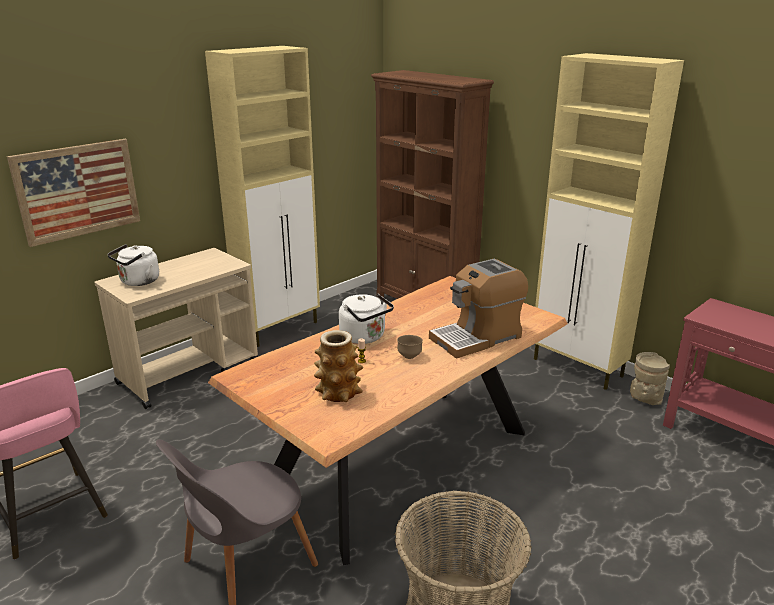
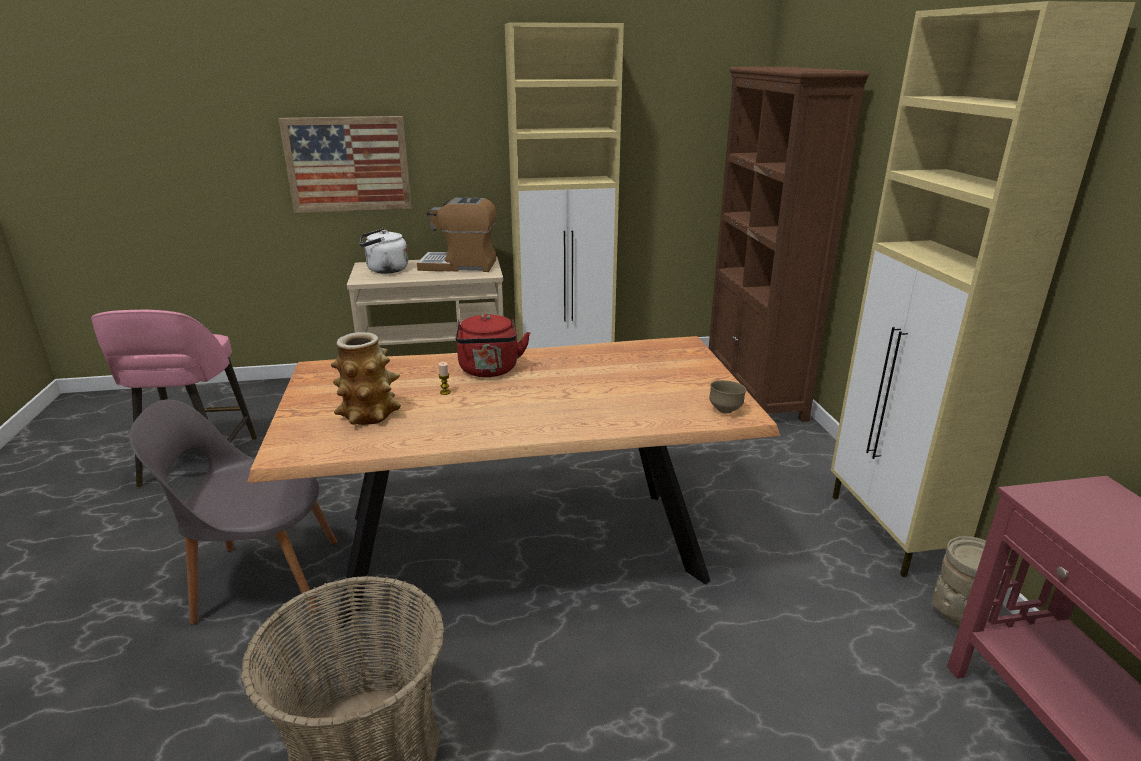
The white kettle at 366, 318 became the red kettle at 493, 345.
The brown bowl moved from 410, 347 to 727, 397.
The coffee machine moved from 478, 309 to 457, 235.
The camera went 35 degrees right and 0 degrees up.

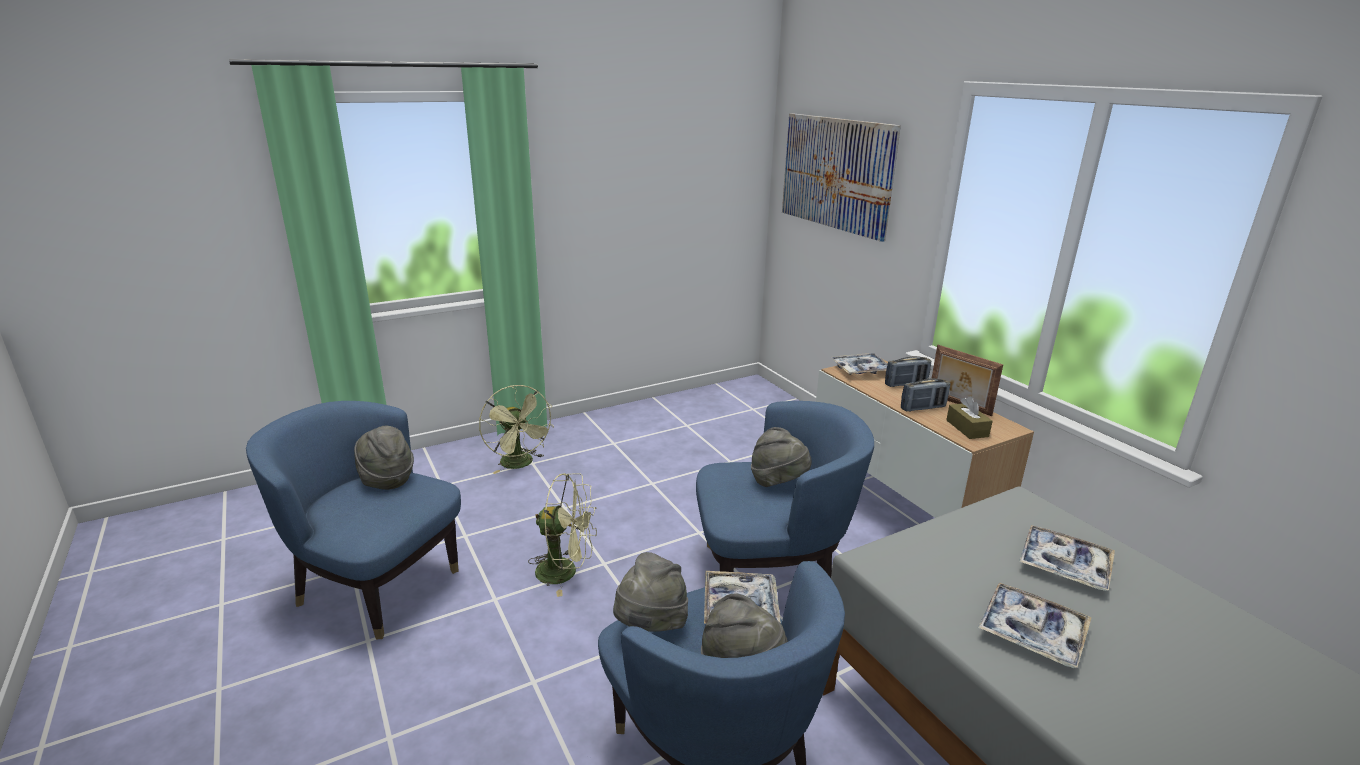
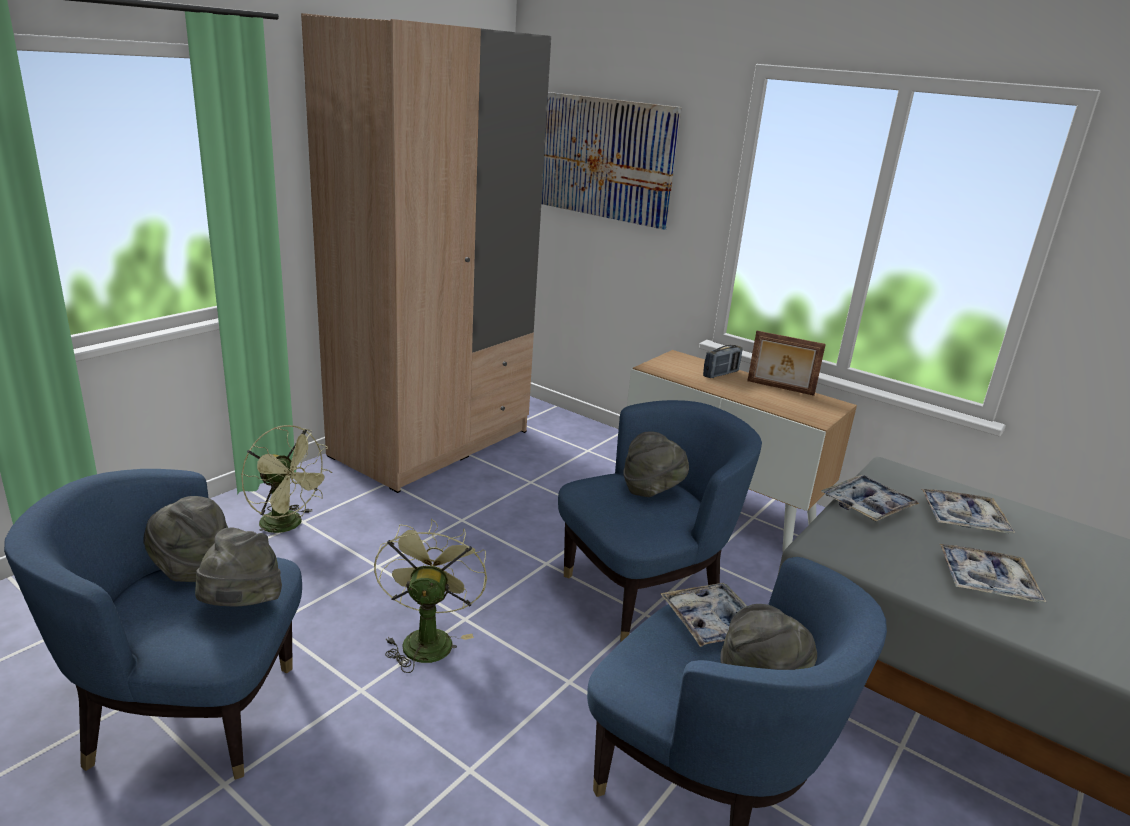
The green fan at 562, 535 turned 75 degrees counterclockwise.
The grey hat moved from 650, 592 to 238, 567.
The tray moved from 859, 364 to 870, 498.
The radio at 925, 395 disappeared.
The brown tissue box at 970, 417 disappeared.
The beige wardrobe at 426, 253 appeared.
The camera went 25 degrees left and 0 degrees up.

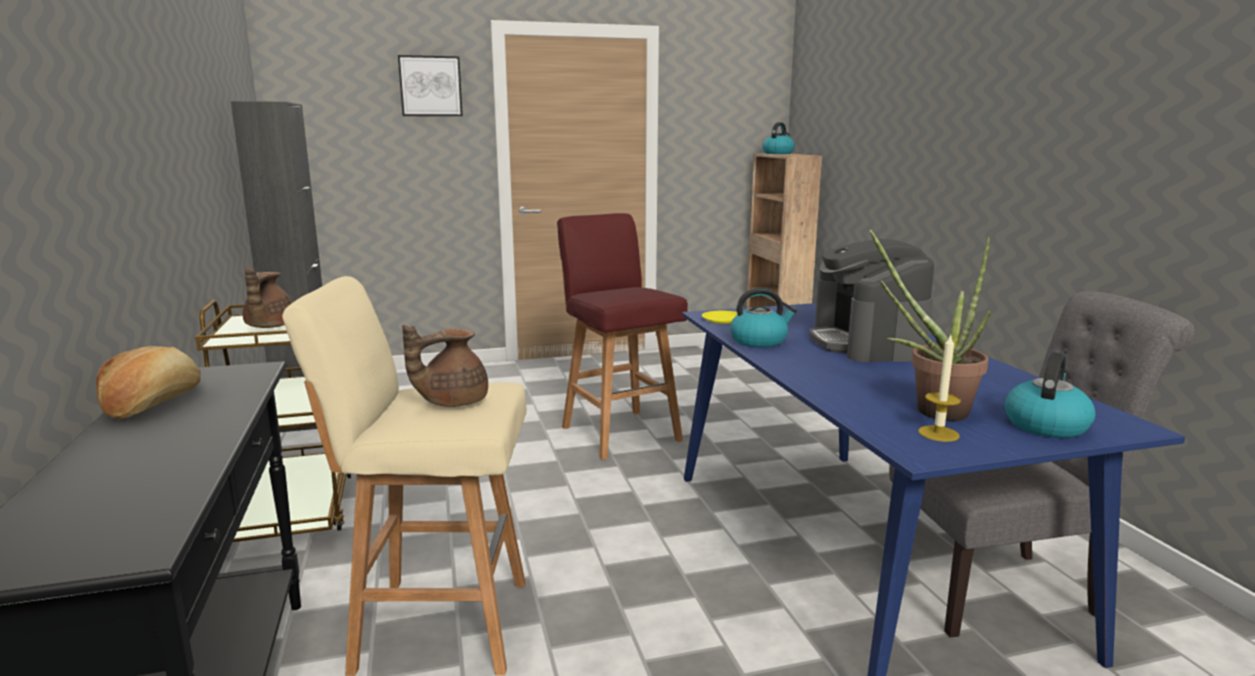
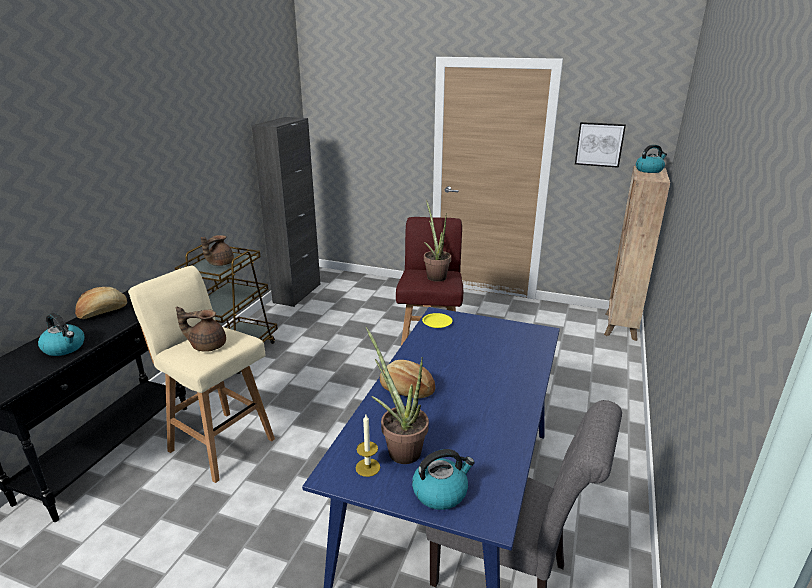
The picture moved from 430, 85 to 600, 145.
The kettle moved from 763, 318 to 61, 334.
The coffee machine at 871, 300 disappeared.
The bread at 407, 379 appeared.
The potted plant at 437, 241 appeared.
The camera went 35 degrees right and 10 degrees up.

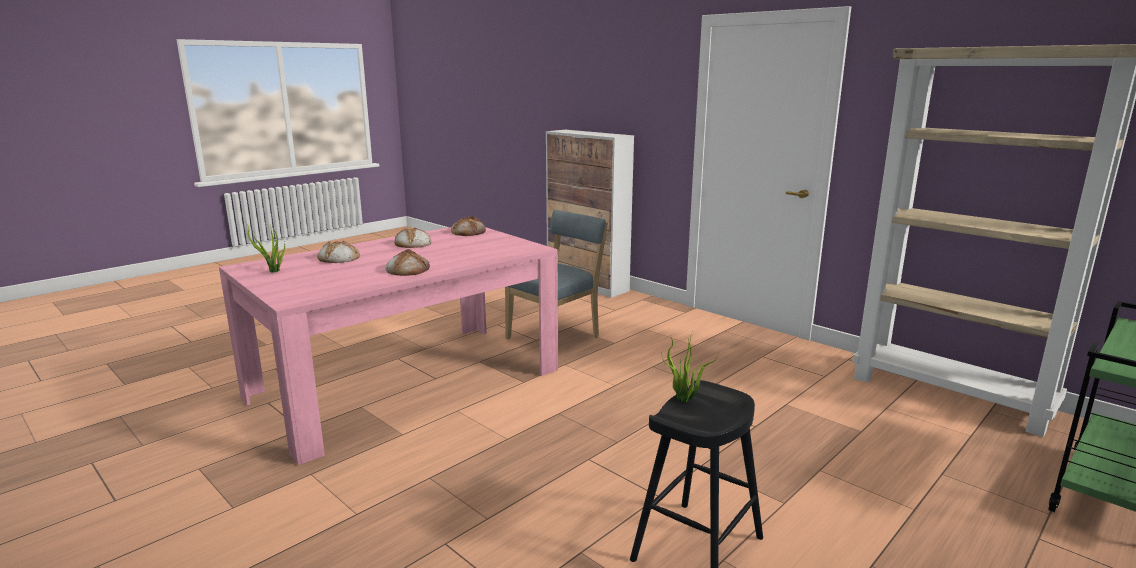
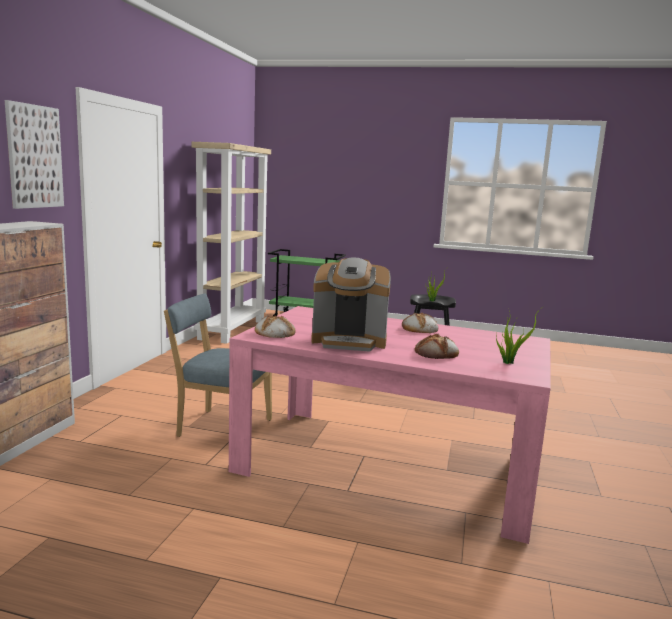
The bread at 413, 237 was replaced by the coffee machine at 351, 304.
The picture at 34, 154 appeared.
The camera went 120 degrees left and 5 degrees down.

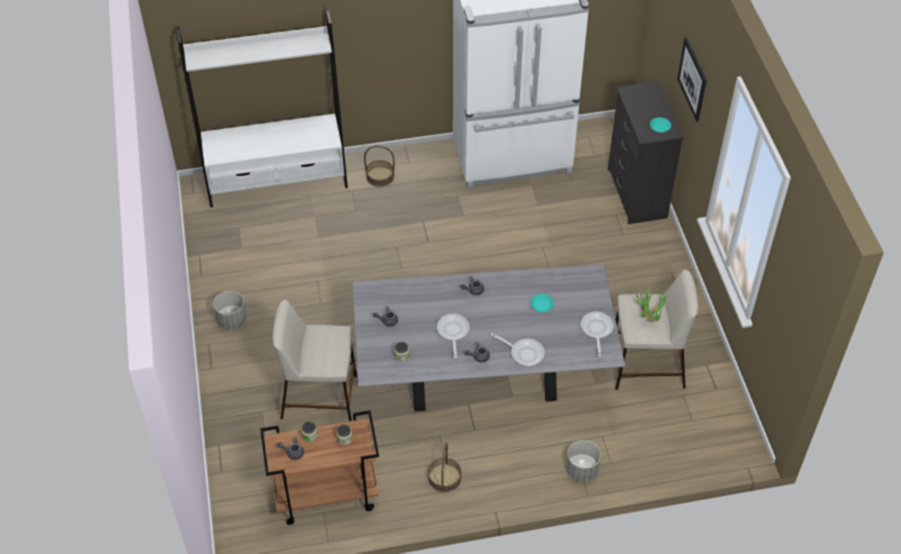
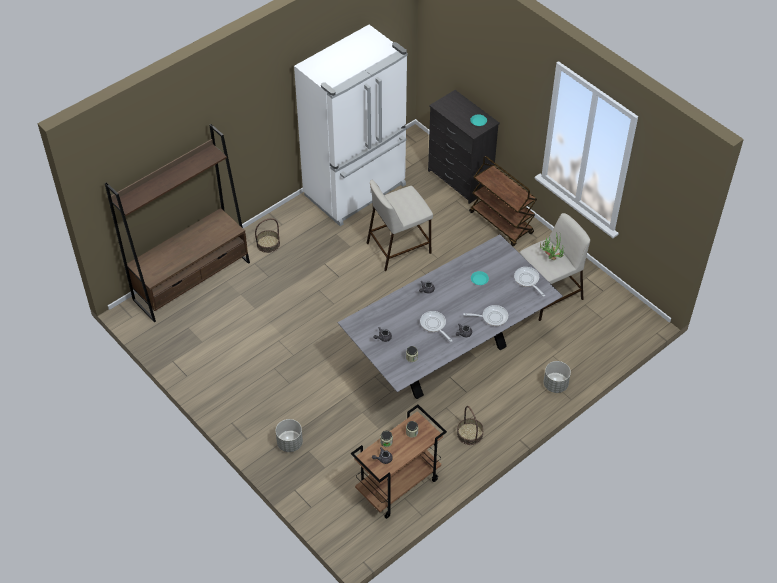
The white bookcase at 262, 108 became the brown bookcase at 177, 223.
The grey planter moved from 230, 310 to 289, 435.
The beige stool moved from 314, 360 to 399, 225.
The picture at 692, 79 disappeared.
The brown cart at 503, 201 appeared.
The camera went 30 degrees left and 0 degrees up.

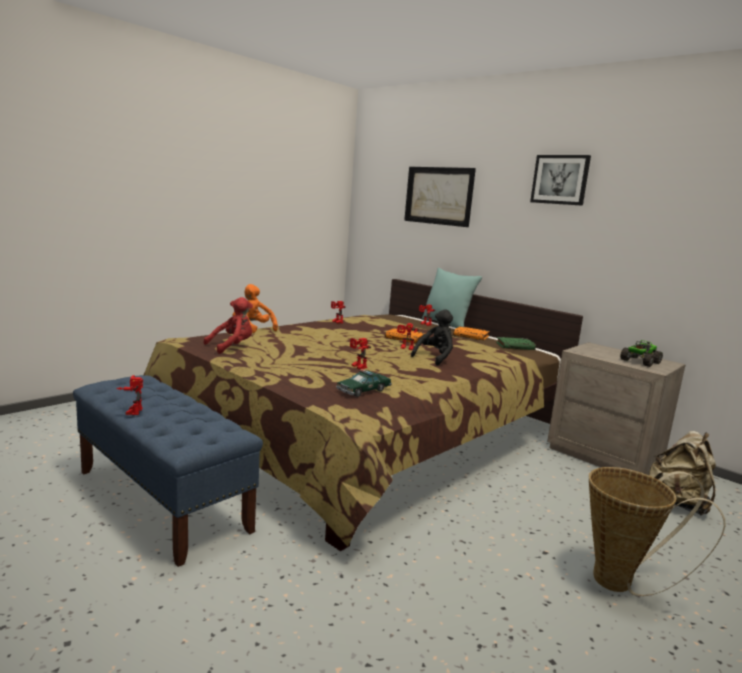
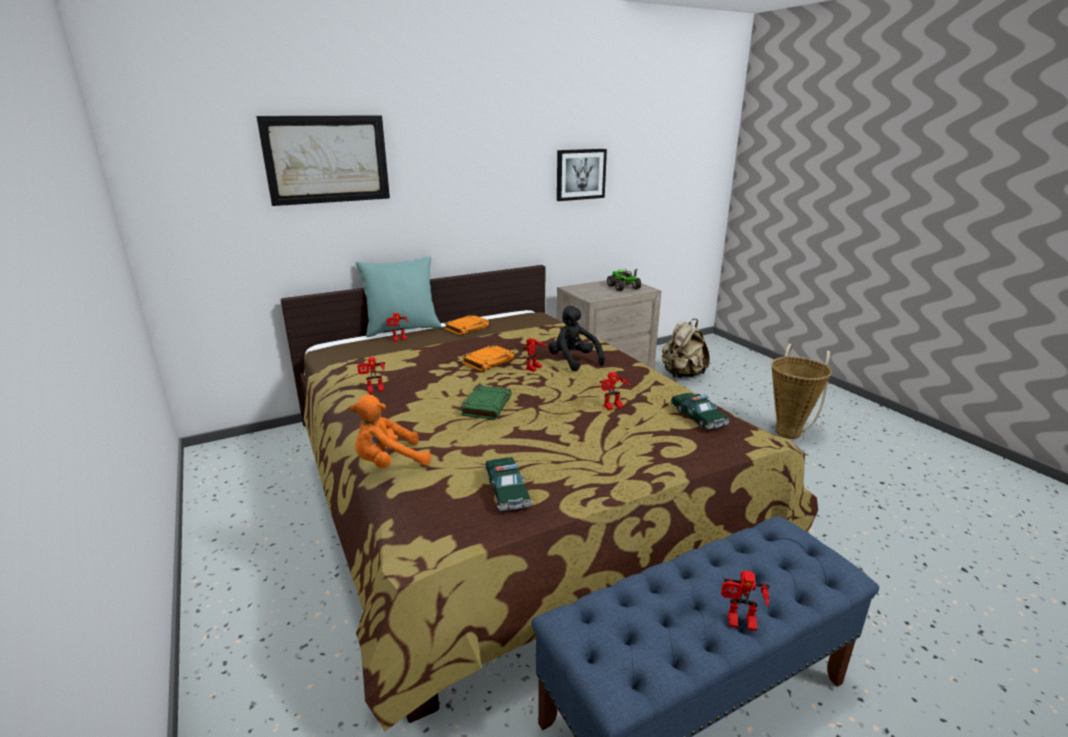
The red plush toy at 228, 325 was replaced by the toy car at 508, 484.
The green book moved from 516, 343 to 486, 402.
The picture moved from 560, 180 to 582, 175.
The camera went 70 degrees left and 10 degrees up.

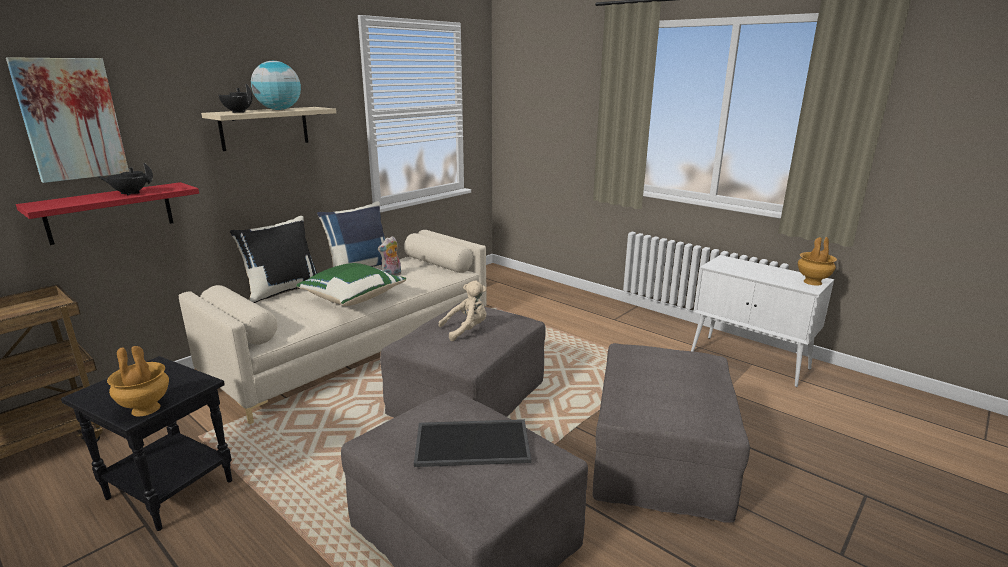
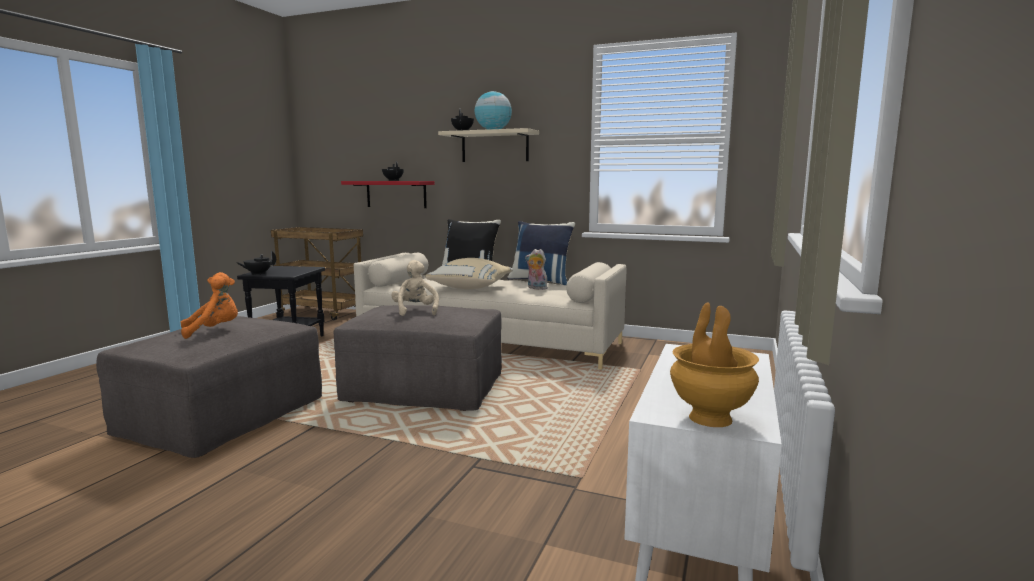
The picture at 67, 120 disappeared.
The brown vase at 138, 381 was replaced by the black teapot at 256, 263.
The green pillow at 351, 284 became the beige pillow at 469, 273.
The tray at 472, 443 was replaced by the orange plush toy at 209, 305.
The beige plush toy at 462, 311 turned 150 degrees counterclockwise.
The grey ottoman at 671, 433 disappeared.
The camera went 70 degrees right and 10 degrees down.

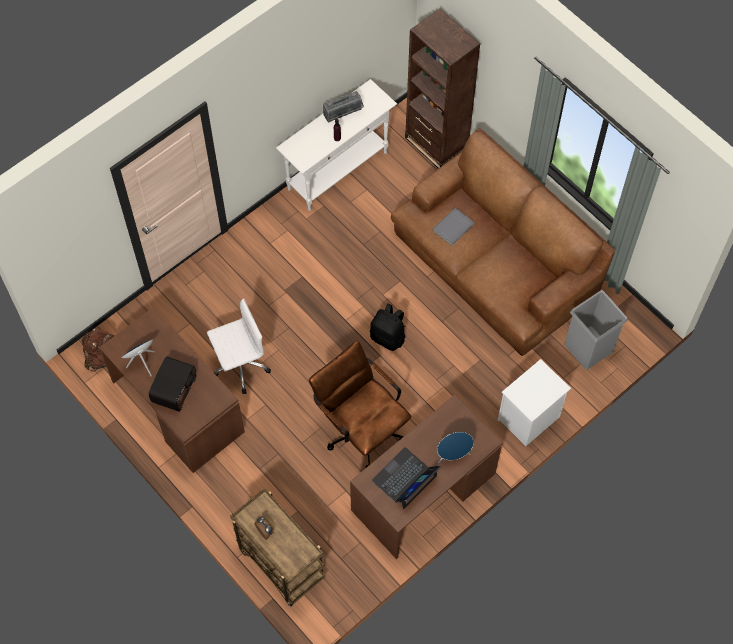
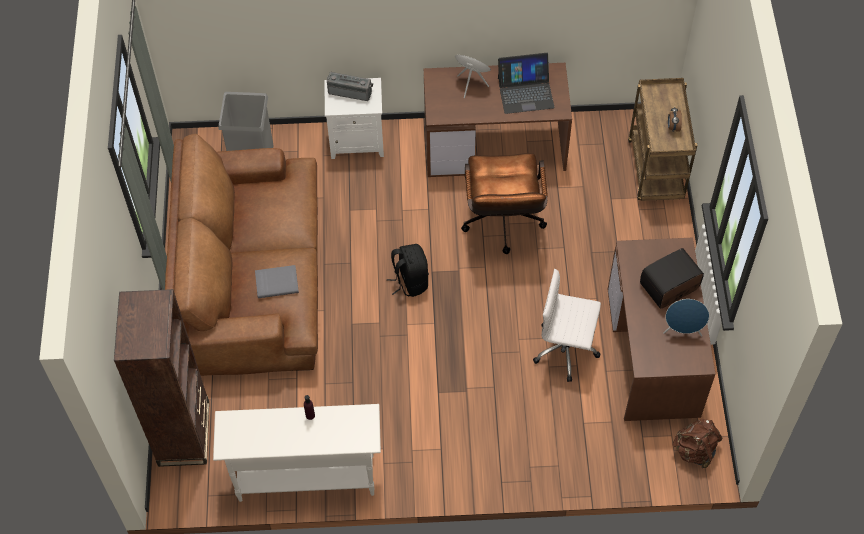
The radio moved from 343, 106 to 350, 86.
The camera went 140 degrees left and 5 degrees down.

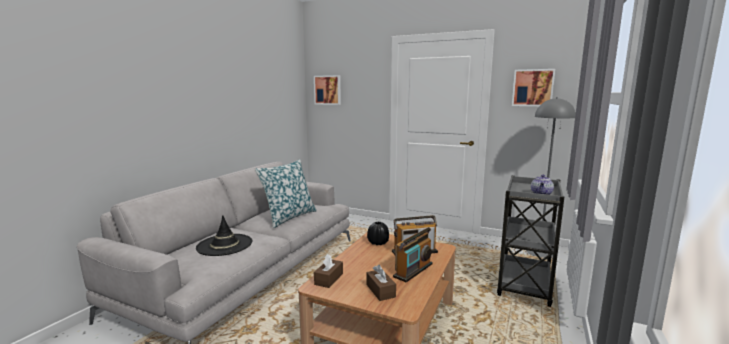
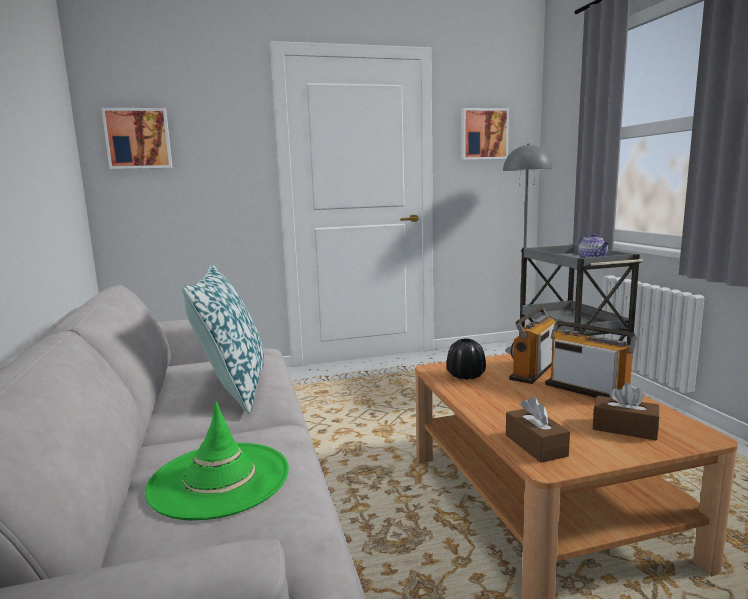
The black hat at 224, 235 became the green hat at 217, 461.
The radio at 413, 254 turned 45 degrees counterclockwise.
The camera went 40 degrees left and 0 degrees up.

